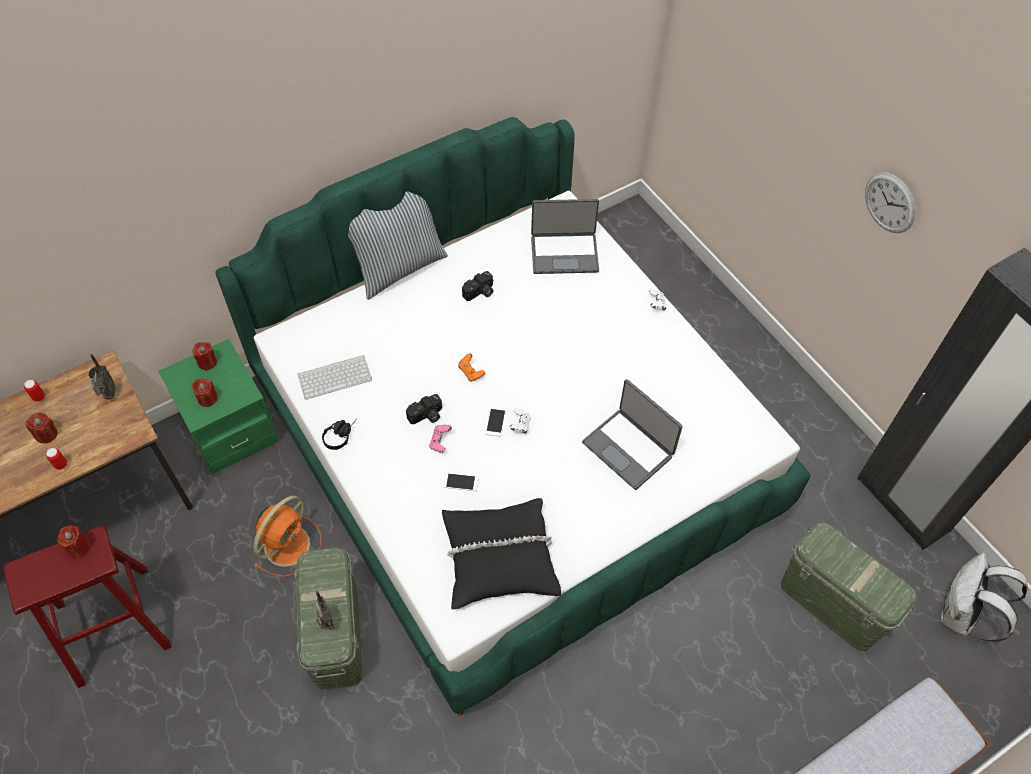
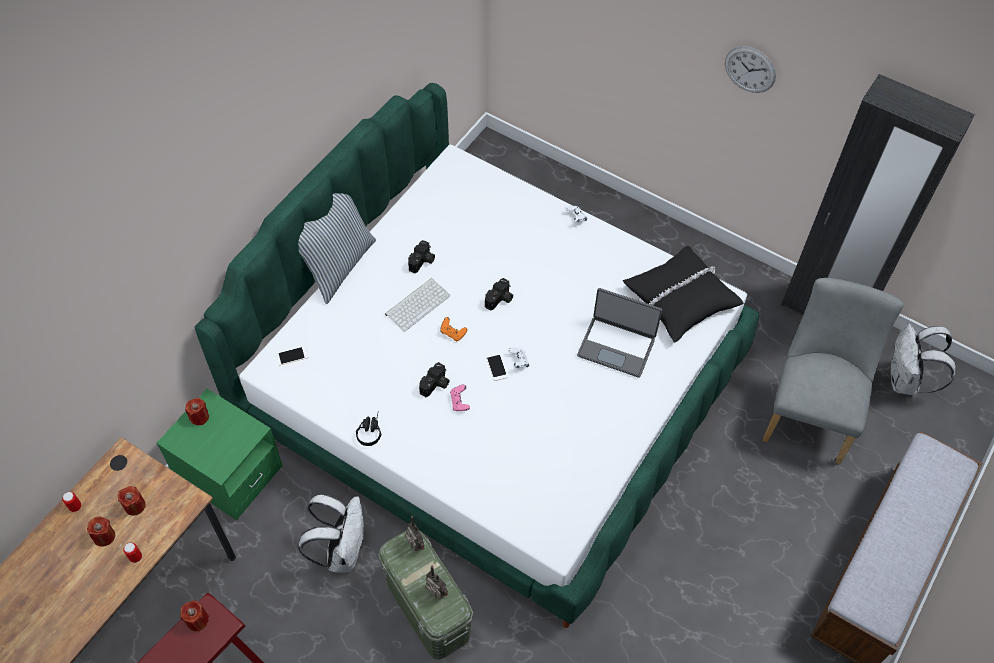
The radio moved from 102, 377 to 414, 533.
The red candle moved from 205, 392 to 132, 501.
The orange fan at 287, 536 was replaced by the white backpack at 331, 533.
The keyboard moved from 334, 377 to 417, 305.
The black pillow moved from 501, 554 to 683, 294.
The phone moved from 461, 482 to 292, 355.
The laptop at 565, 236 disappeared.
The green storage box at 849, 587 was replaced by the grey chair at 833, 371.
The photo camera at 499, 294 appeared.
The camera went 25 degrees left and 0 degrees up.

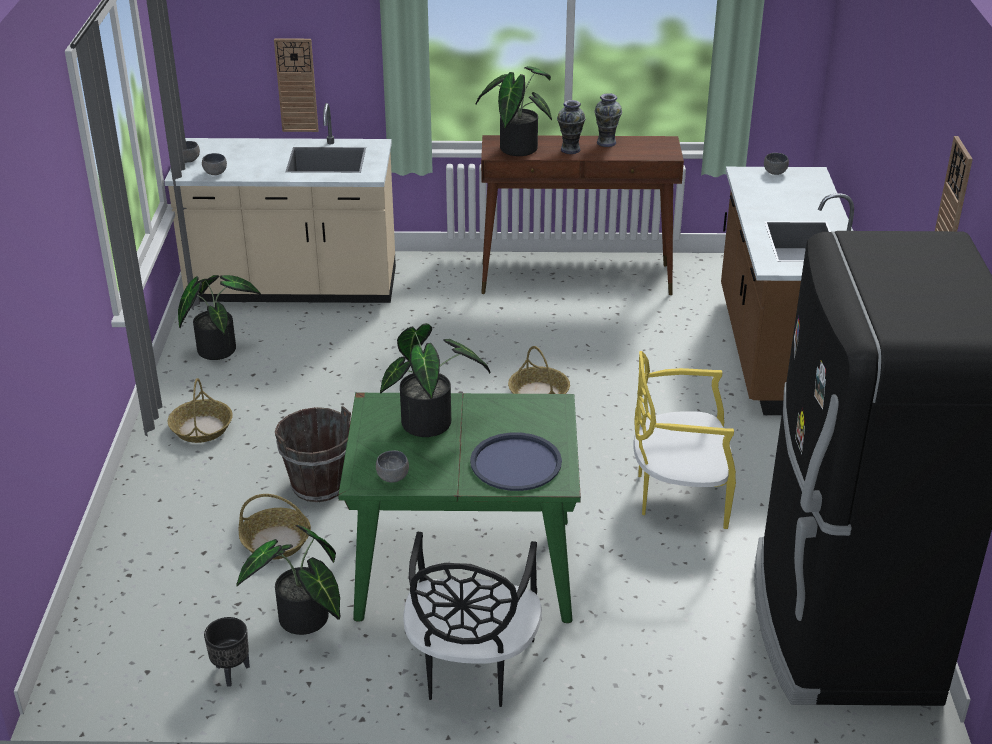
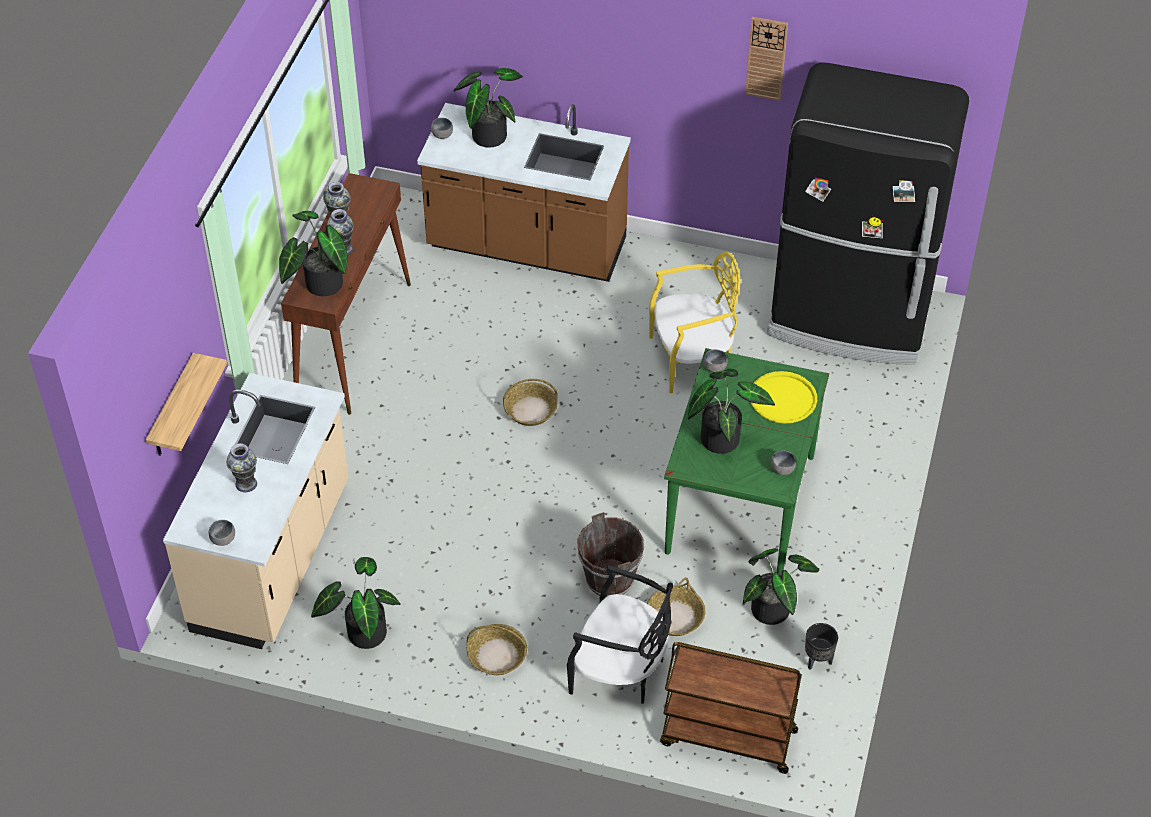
The grey bowl moved from 214, 164 to 716, 360.
The wall clock at 296, 85 was replaced by the shelf at 186, 404.
The black chair moved from 472, 619 to 620, 634.
The blue tray at 516, 461 became the yellow tray at 784, 397.
The yellow chair at 684, 440 turned 120 degrees counterclockwise.
The vase at 242, 467 appeared.
The potted plant at 488, 107 appeared.
The brown cart at 731, 708 appeared.
The camera went 75 degrees left and 15 degrees up.

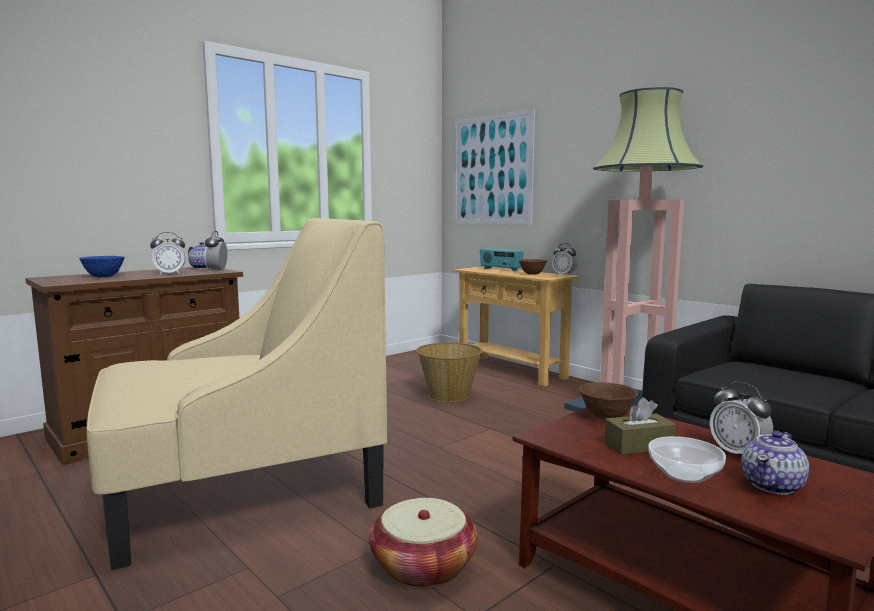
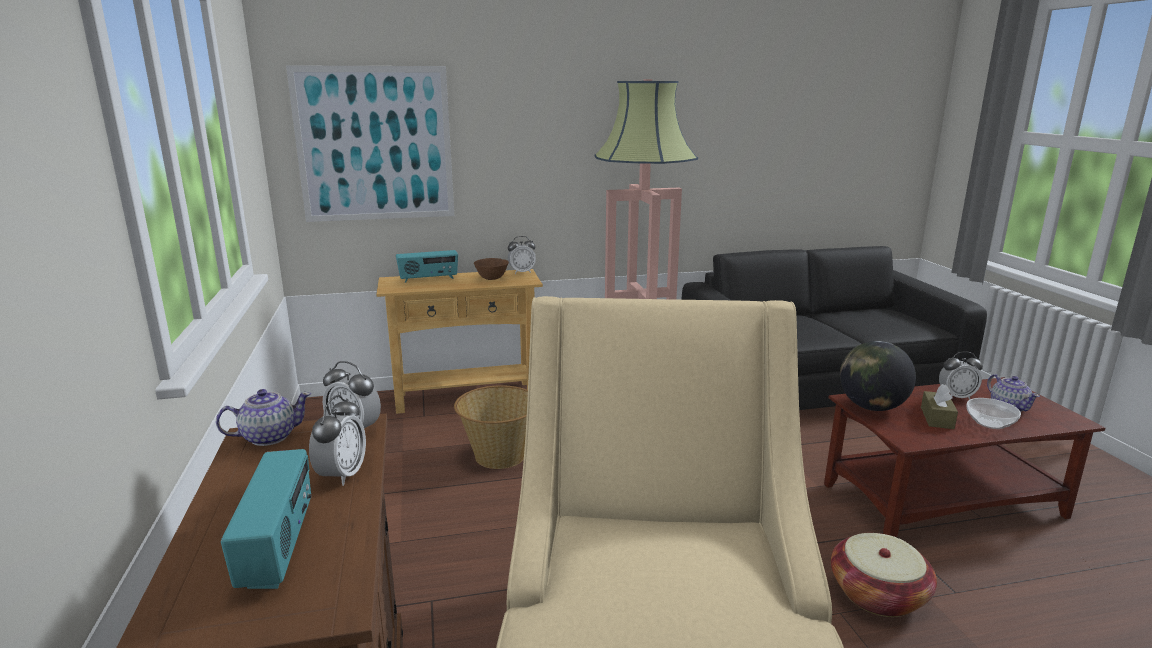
The blue bowl at 102, 266 was replaced by the radio at 266, 519.
The brown bowl at 608, 401 was replaced by the globe at 878, 376.
The camera went 60 degrees left and 10 degrees up.

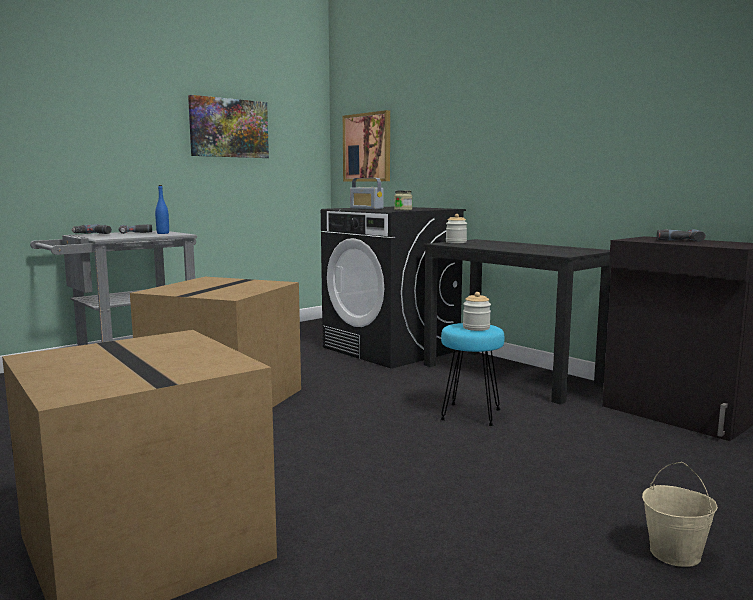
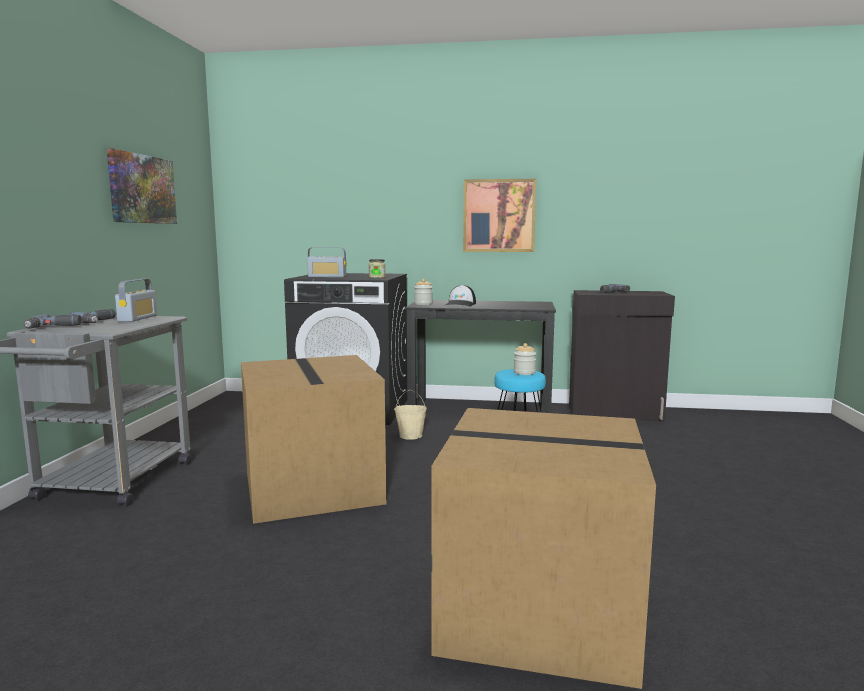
The blue bottle at 162, 209 was replaced by the radio at 136, 300.
The picture moved from 366, 146 to 499, 215.
The beige bucket moved from 680, 514 to 410, 415.
The cap at 460, 296 appeared.
The camera went 40 degrees left and 0 degrees up.

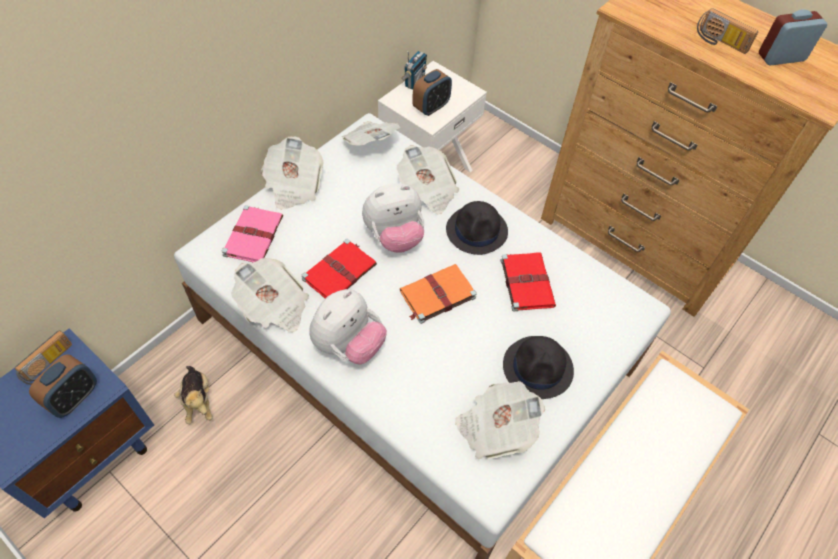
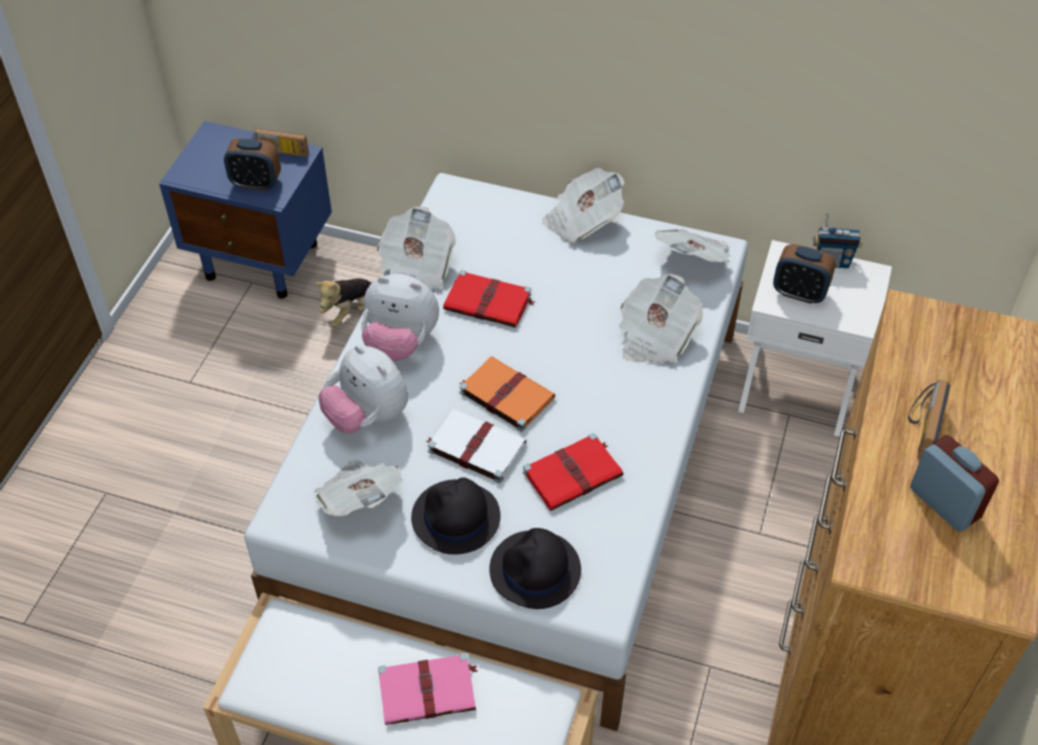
The pink book moved from 252, 233 to 428, 689.
The plush toy moved from 393, 218 to 363, 389.
The black hat moved from 477, 228 to 535, 568.
The white book at 476, 446 appeared.
The camera went 70 degrees right and 5 degrees down.

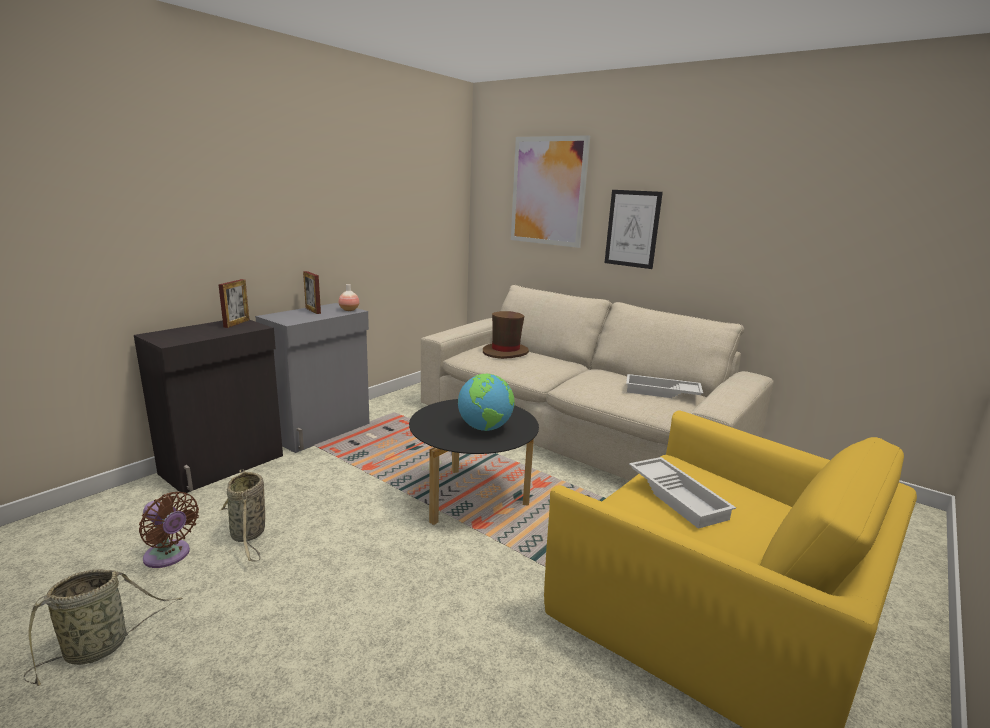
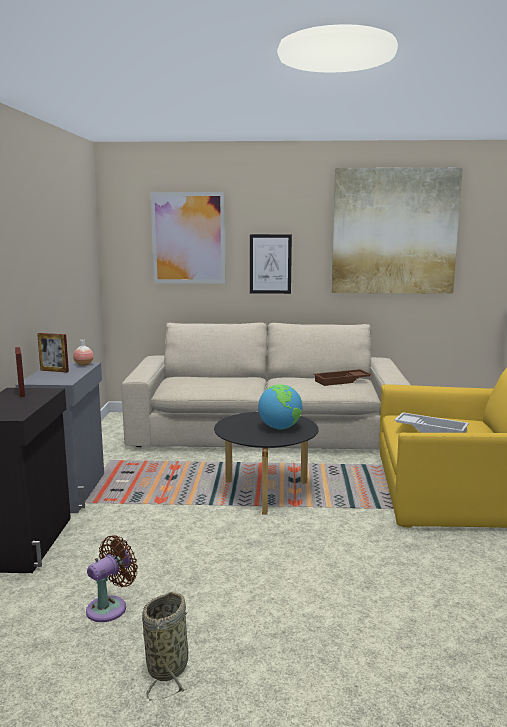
The brown fan at 169, 530 turned 45 degrees counterclockwise.
The basket at 242, 516 disappeared.
The brown hat at 506, 335 disappeared.
The white tray at 664, 386 became the brown tray at 343, 377.
The picture at 397, 230 appeared.
The camera went 35 degrees left and 5 degrees down.

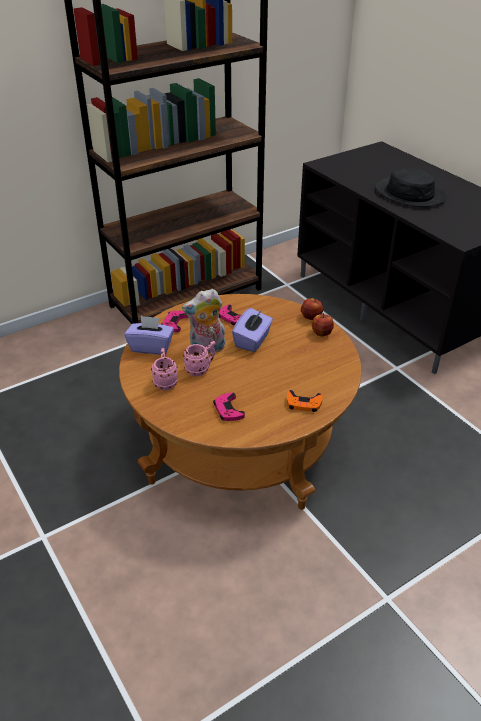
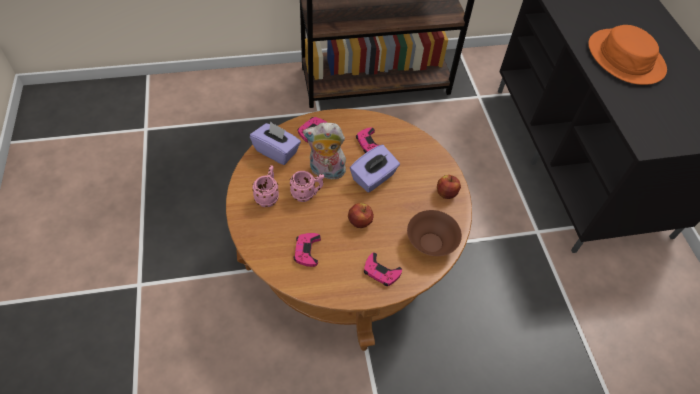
The orange game controller at 305, 401 became the pink game controller at 383, 269.
The apple moved from 312, 309 to 361, 215.
The black hat at 411, 187 became the orange hat at 627, 55.
The brown bowl at 434, 233 appeared.
The camera went 20 degrees right and 15 degrees up.

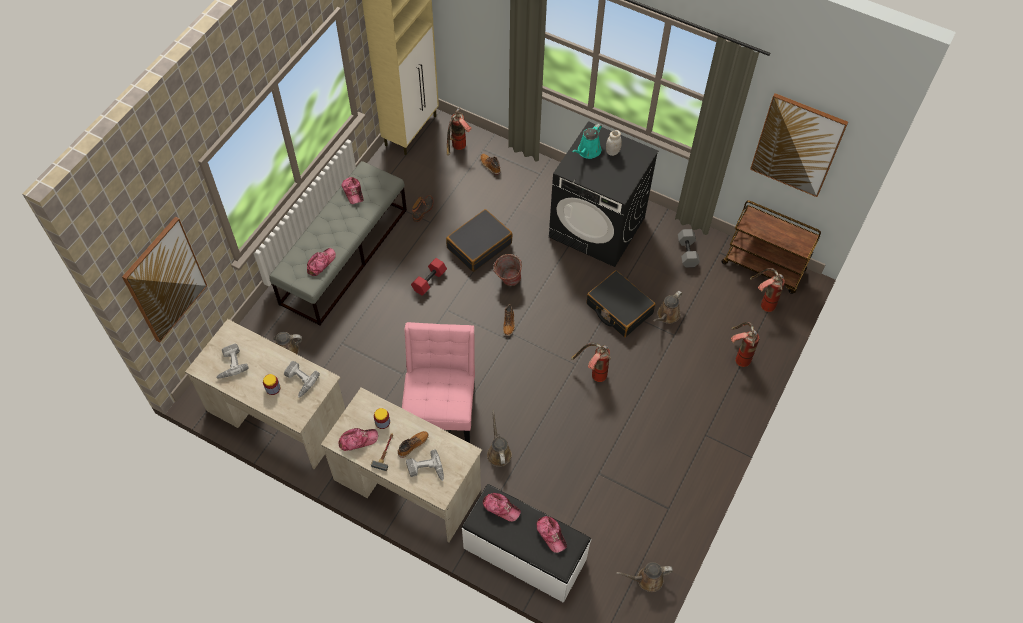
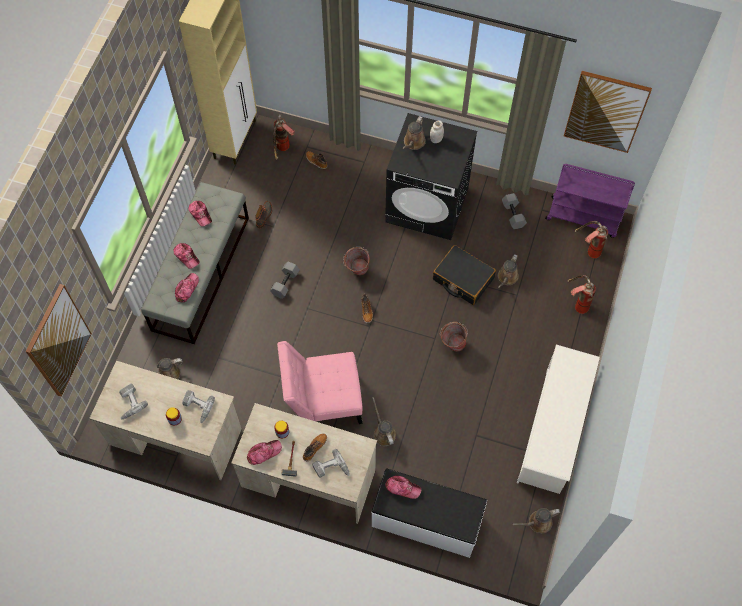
The pink chair at 438, 382 turned 90 degrees counterclockwise.
The red dumbbell at 429, 277 became the grey dumbbell at 285, 280.
The black suitcase at 479, 240 disappeared.
The cap moved from 552, 534 to 187, 256.
The fire extinguisher at 591, 362 was replaced by the bucket at 454, 336.
The turquoise watering can at 587, 141 became the brown watering can at 414, 133.
The brown cart at 771, 247 became the purple cart at 590, 201.
The white shoe rack at 558, 419 appeared.
The camera went 10 degrees left and 5 degrees up.

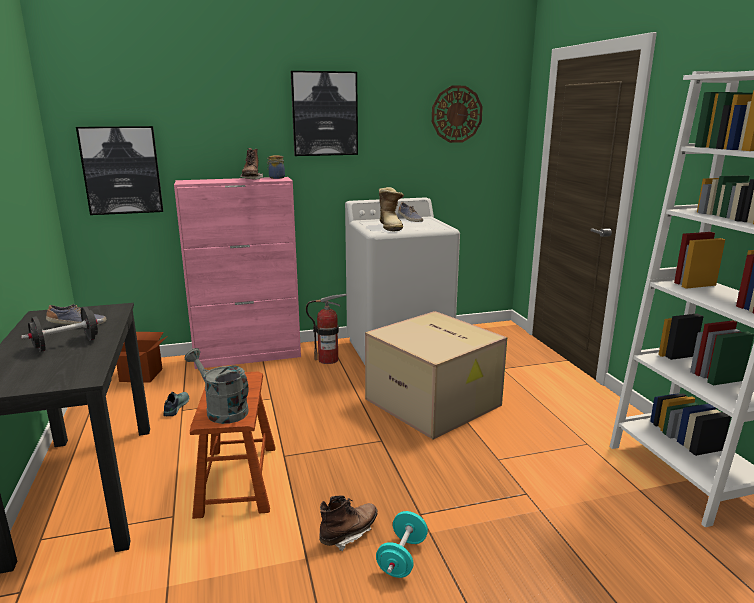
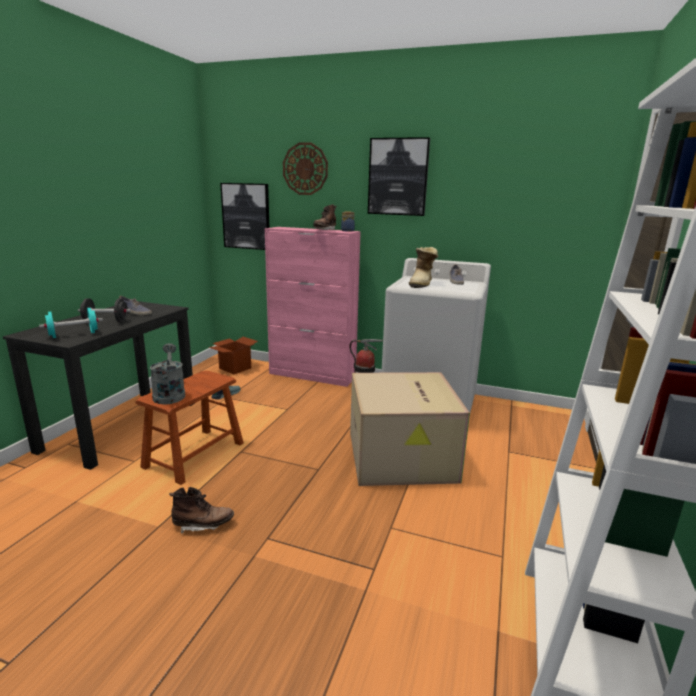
The turquoise dumbbell moved from 402, 544 to 71, 323.
The wall clock moved from 457, 114 to 305, 168.
The camera went 35 degrees right and 0 degrees up.

